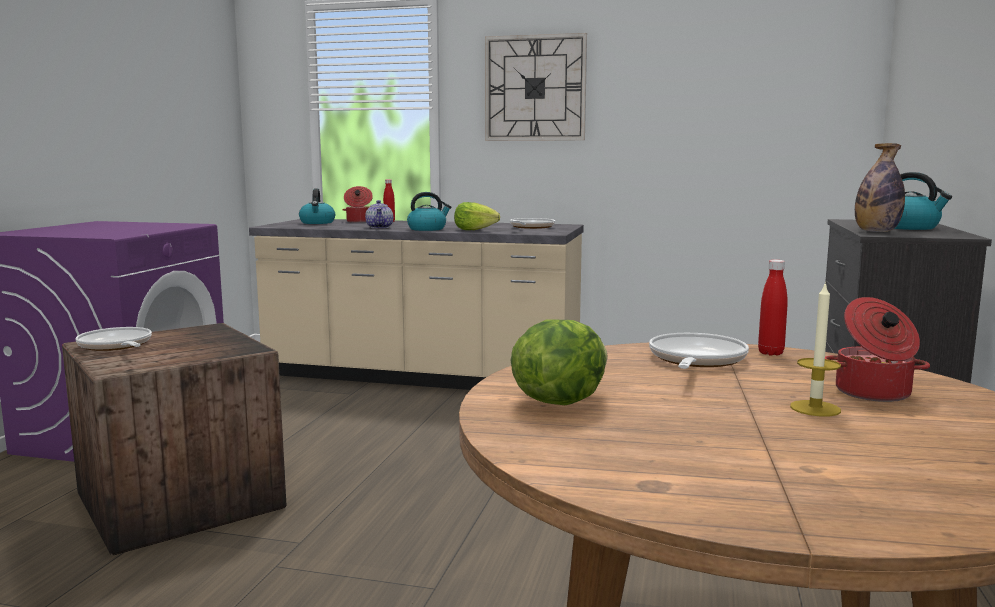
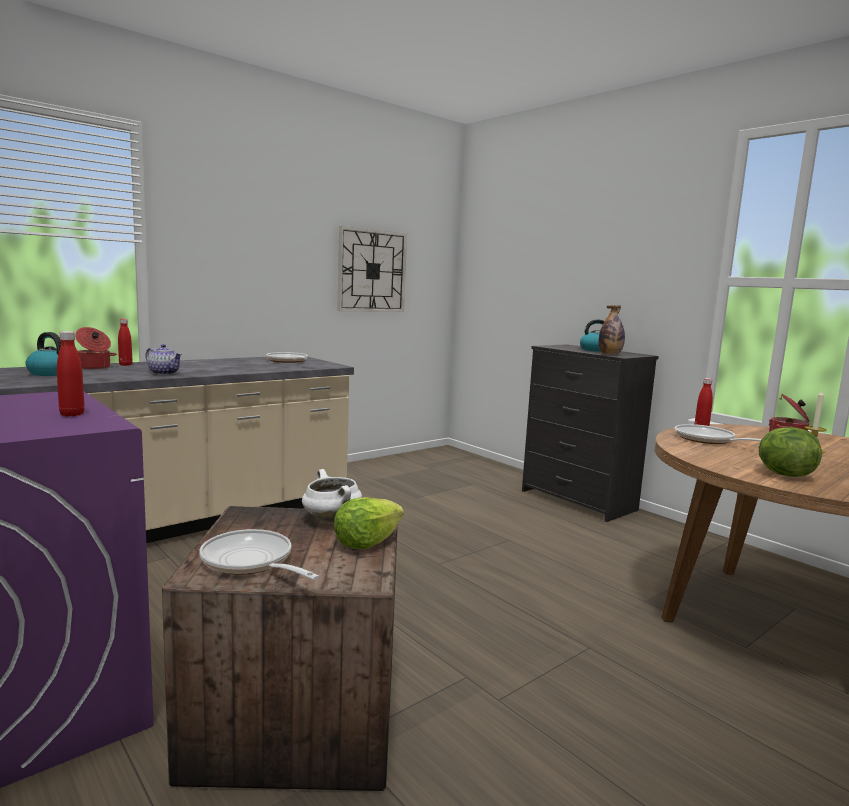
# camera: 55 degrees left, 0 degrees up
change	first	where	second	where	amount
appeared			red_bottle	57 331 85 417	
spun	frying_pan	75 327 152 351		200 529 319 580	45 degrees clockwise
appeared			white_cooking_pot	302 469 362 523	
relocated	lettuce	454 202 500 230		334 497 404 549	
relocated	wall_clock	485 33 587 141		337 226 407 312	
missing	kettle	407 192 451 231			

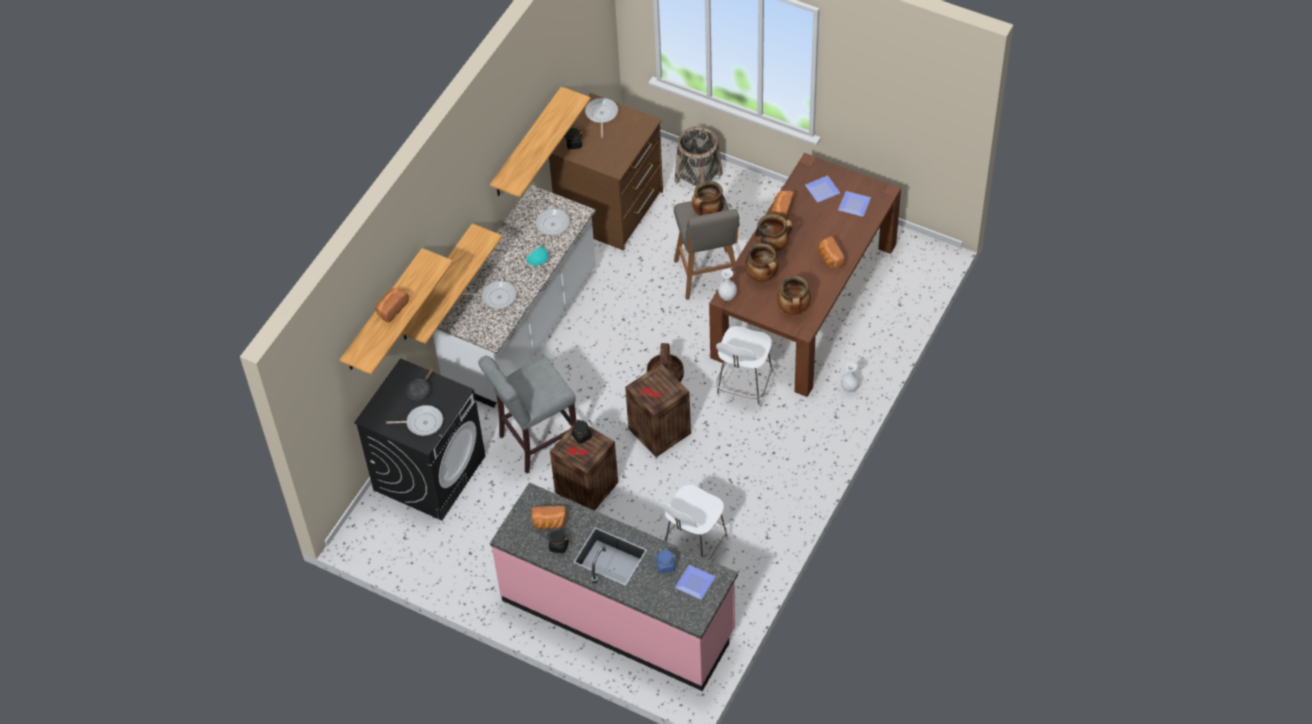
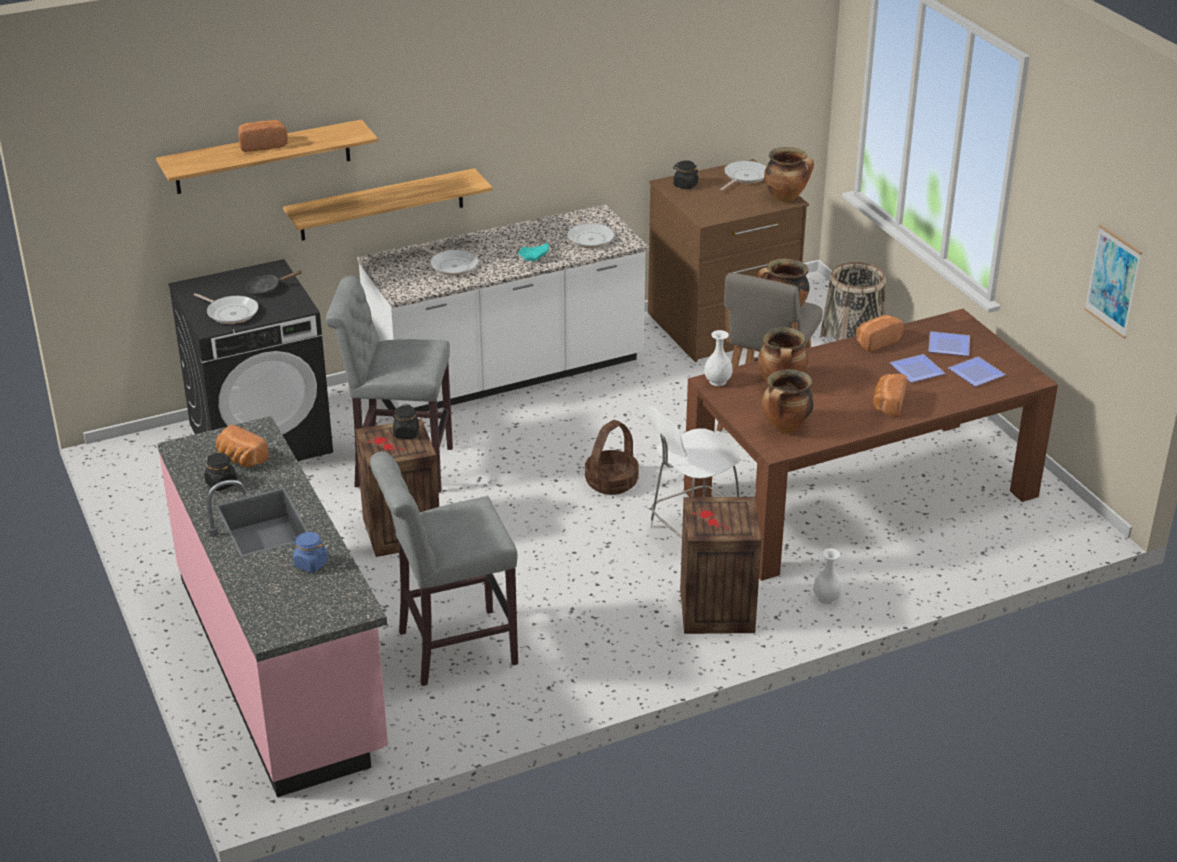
# camera: 35 degrees right, 20 degrees down
change	first	where	second	where	amount
exchanged	white_chair	659 485 728 560	grey_stool	370 451 518 686	
spun	frying_pan	536 194 570 235		568 214 614 248	60 degrees counterclockwise
relocated	crate	625 363 691 457		680 497 761 634	
relocated	cooking_pot	756 214 793 252		764 147 814 202	
relocated	plate	675 565 715 600		890 354 946 383	
appeared			picture	1084 225 1142 338	
missing	shelf	490 87 591 197			

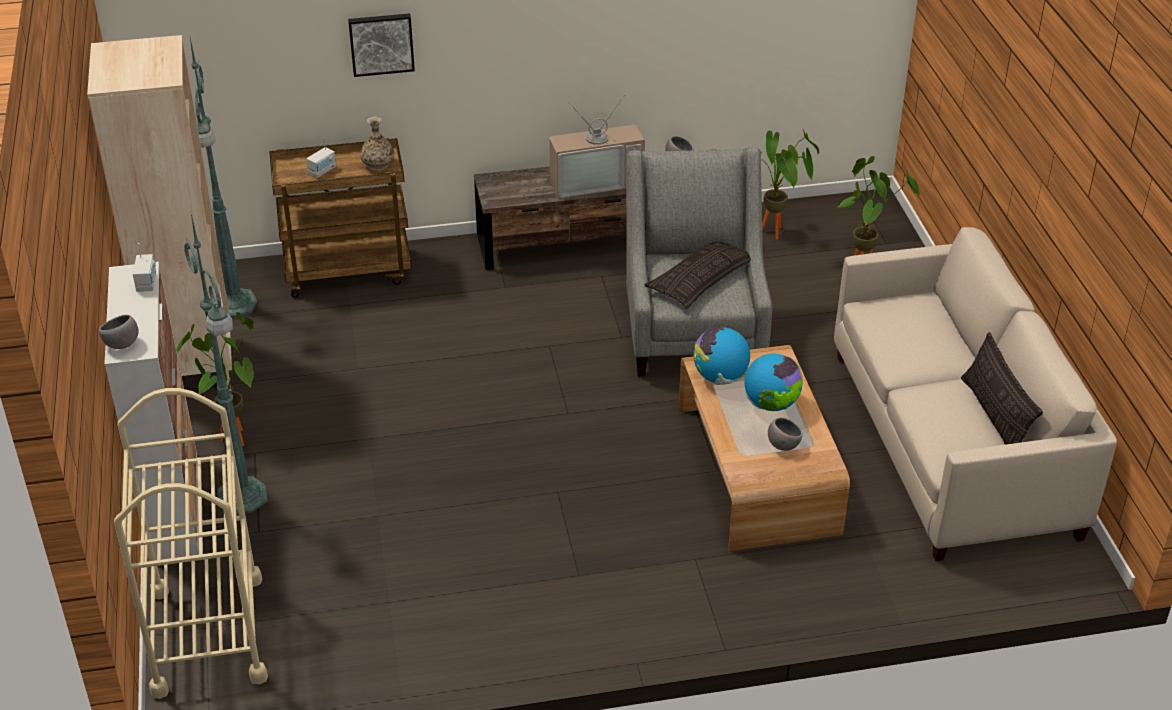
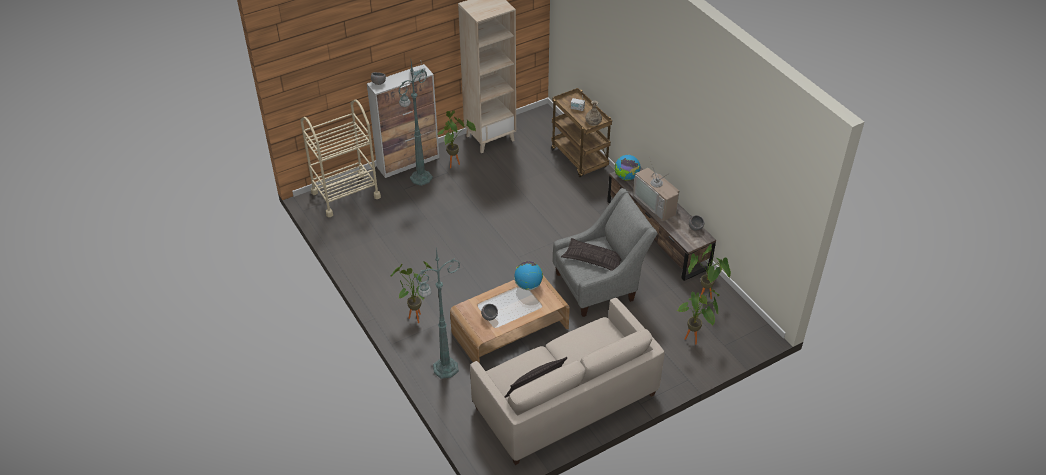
# camera: 70 degrees right, 5 degrees up
change	first	where	second	where	amount
appeared			potted_plant	391 261 432 323	
relocated	green_floor_lamp	190 38 257 318		416 247 460 379	
relocated	globe	744 354 803 411		614 155 641 181	
missing	picture	348 13 415 77			

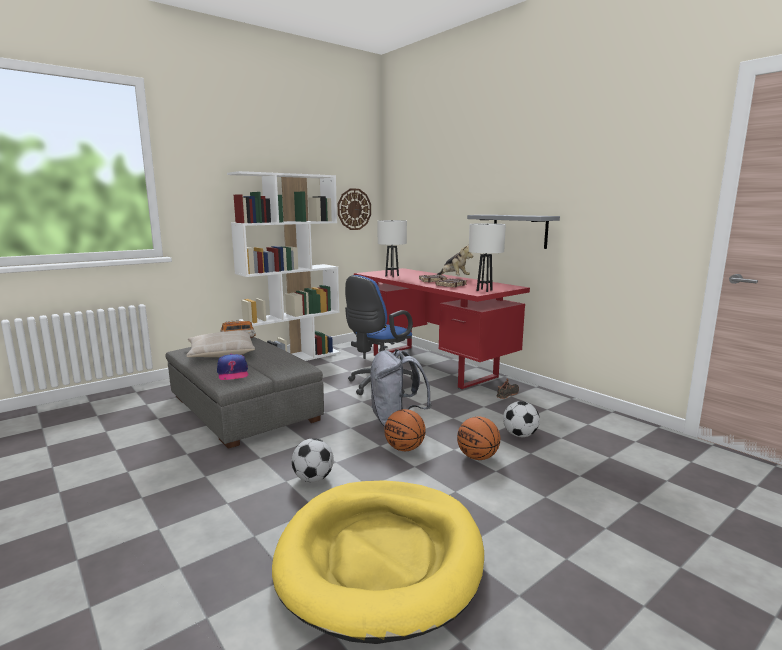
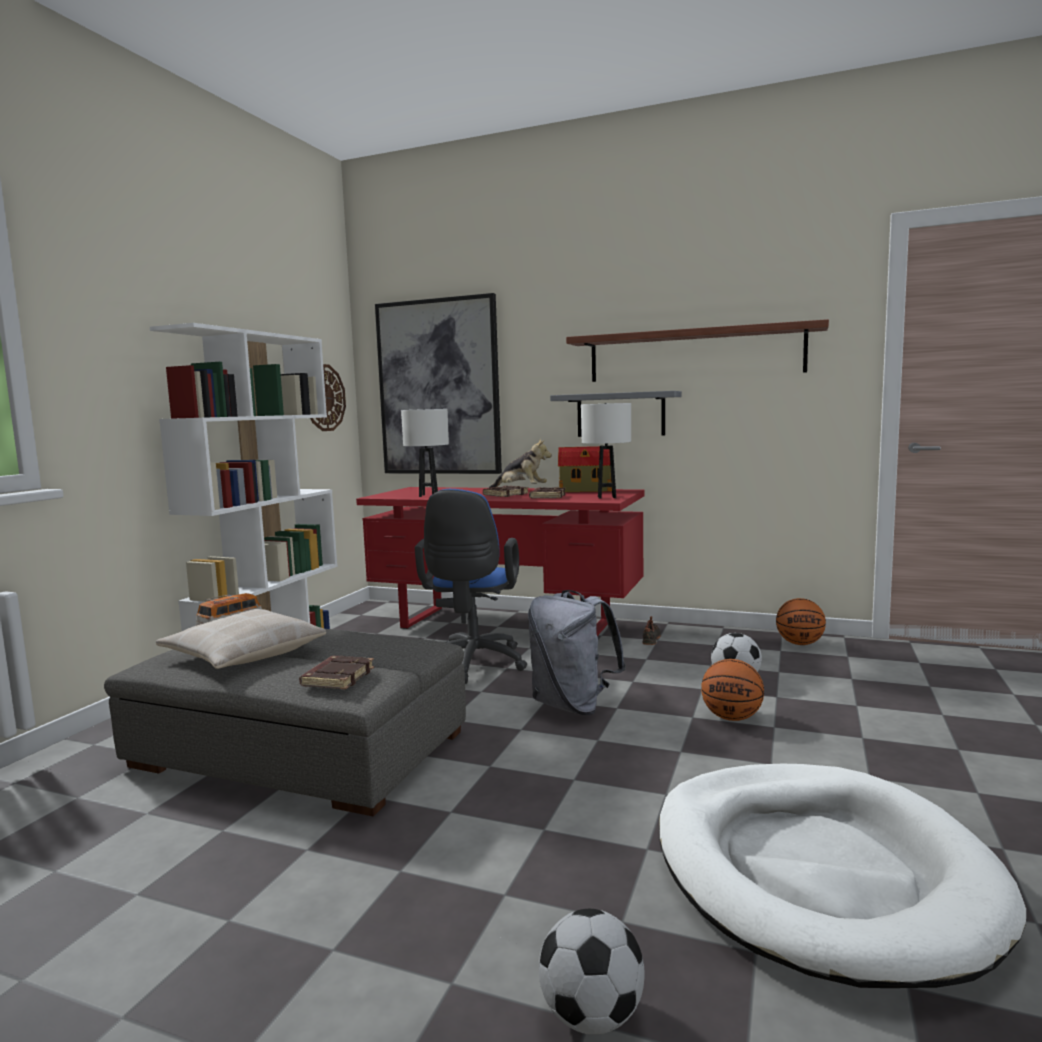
# camera: 30 degrees left, 5 degrees down
change	first	where	second	where	amount
exchanged	cap	217 353 248 380	brown_book	299 656 374 690	
appeared			picture	375 293 502 474	
relocated	football	292 438 334 482		539 909 645 1035	
appeared			toy_house	558 446 612 492	
appeared			shelf	566 319 829 382	
colour	yellow_dog_bed	272 480 484 644	white_dog_bed	659 764 1026 988	
relocated	basketball	384 409 426 451		776 598 826 645	

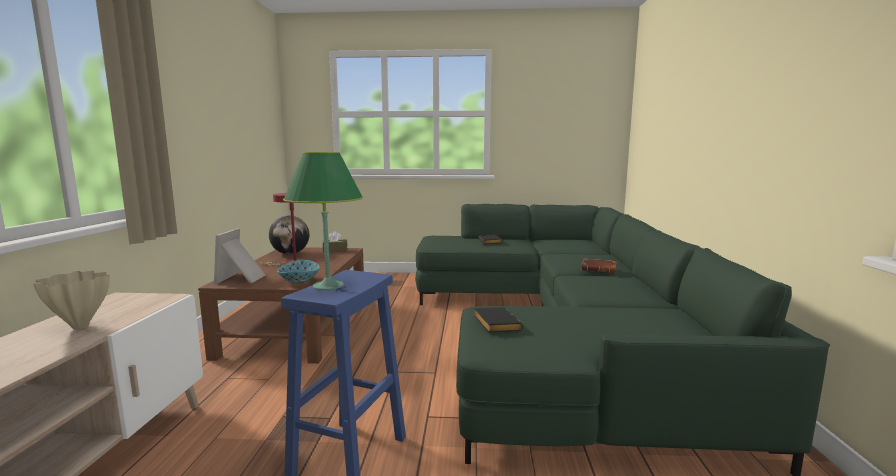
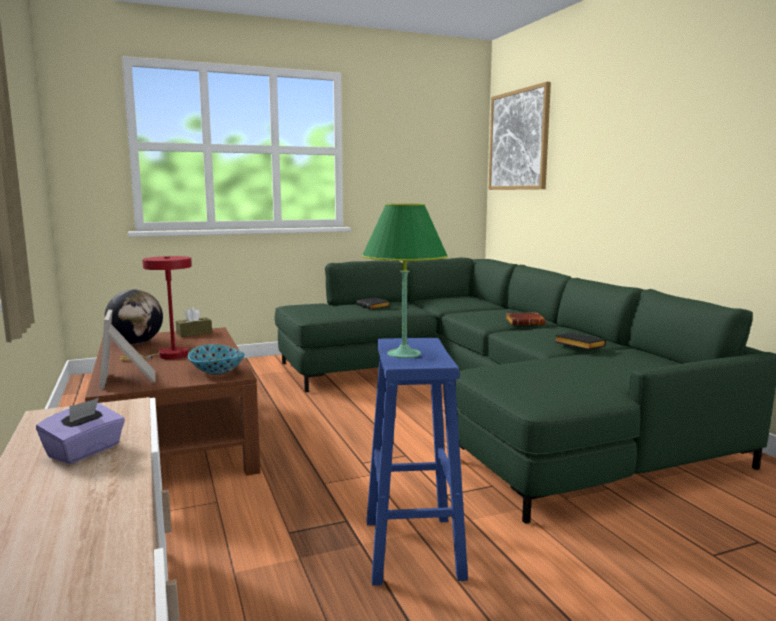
# camera: 25 degrees left, 0 degrees up
change	first	where	second	where	amount
exchanged	beige_vase	33 271 110 330	purple_tissue_box	36 398 125 464	
appeared			picture	488 82 551 190	
relocated	black_book	474 307 523 333		554 333 606 350	

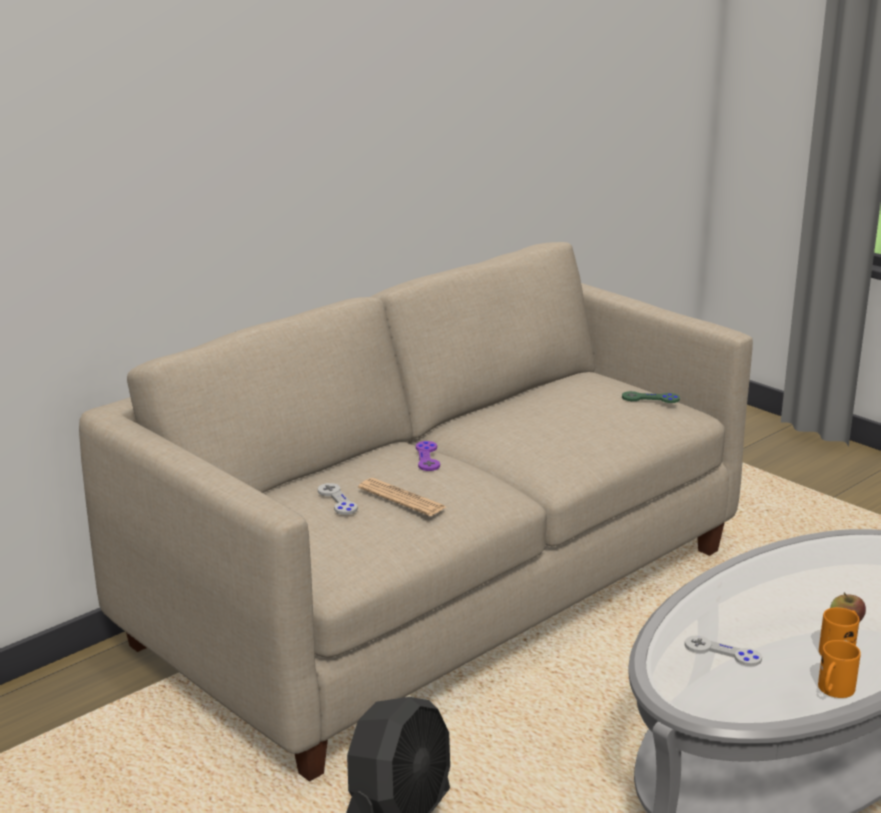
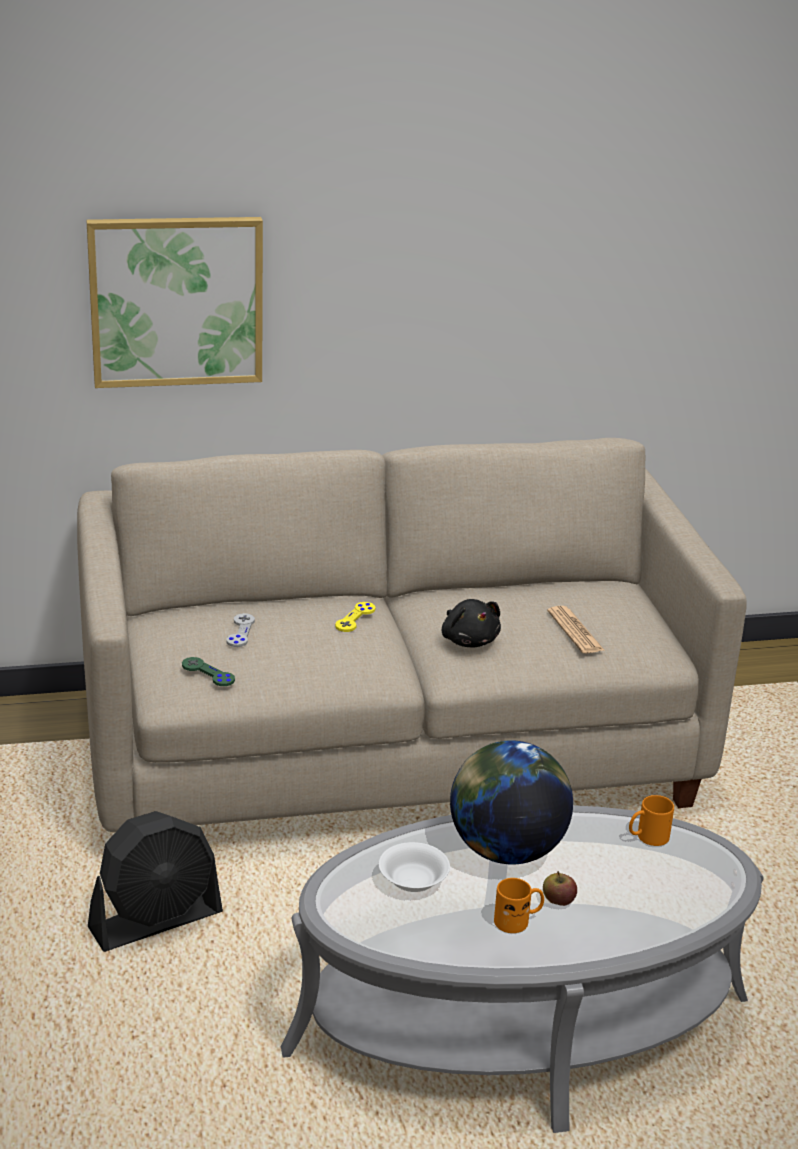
# camera: 30 degrees right, 5 degrees up
change	first	where	second	where	amount
appeared			picture	86 217 263 388	
relocated	green_game_controller	622 391 680 403		182 657 235 686	
colour	purple_game_controller	416 441 440 471	yellow_game_controller	335 602 376 632	
exchanged	grey_game_controller	685 635 762 666	white_bowl	379 842 450 892	
appeared			black_plush_toy	442 599 501 647	
appeared			globe	450 740 573 865	
relocated	newspaper	358 478 446 516		547 606 604 654	
relocated	orange_mug	818 640 861 698		629 795 674 846	

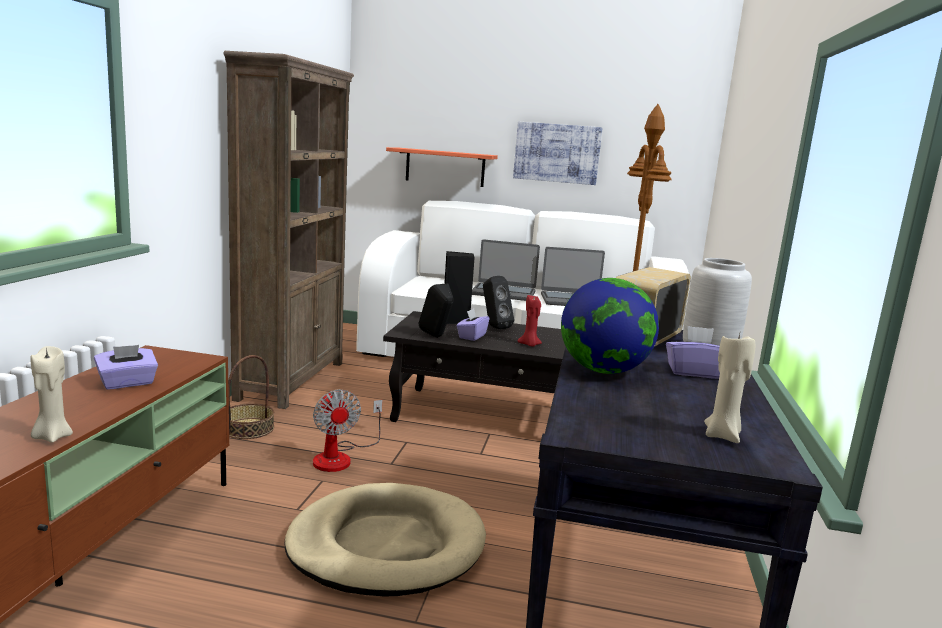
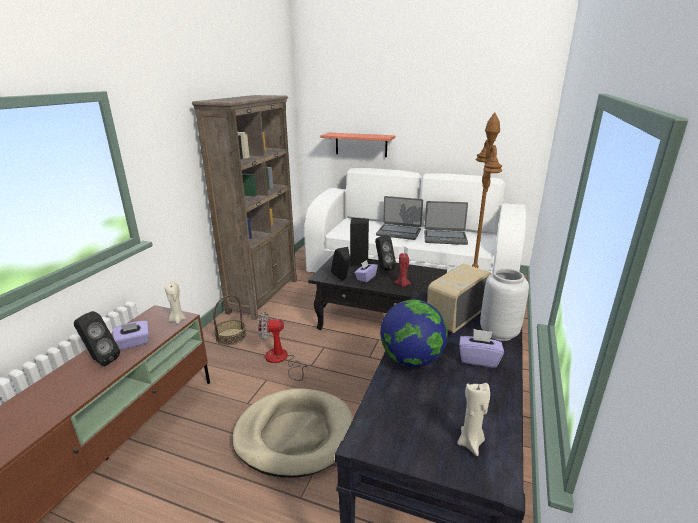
# camera: 10 degrees right, 10 degrees up
change	first	where	second	where	amount
appeared			black_speaker	74 311 120 366	
relocated	beige_candle	30 346 73 443		165 281 186 324	
spun	fan	313 389 382 472		258 312 308 381	105 degrees clockwise
missing	picture	513 122 603 185			

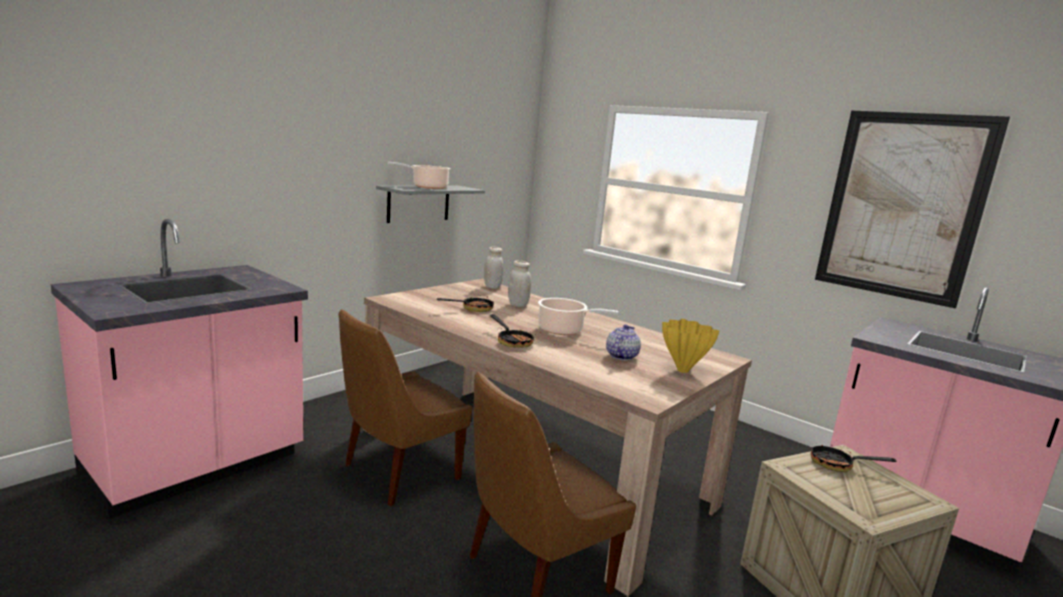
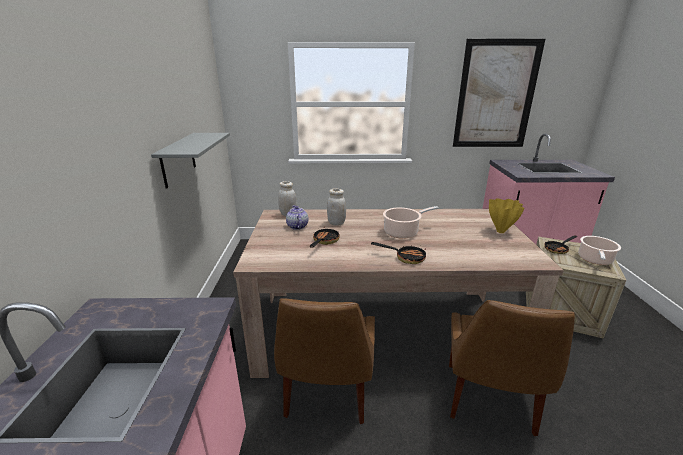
# camera: 40 degrees left, 10 degrees up
change	first	where	second	where	amount
relocated	teapot	606 325 641 360		286 205 308 230	
relocated	cooking_pot	388 162 451 189		578 236 621 265	

